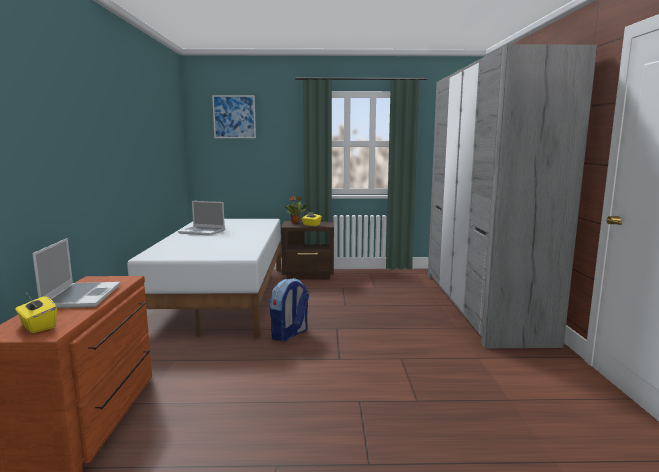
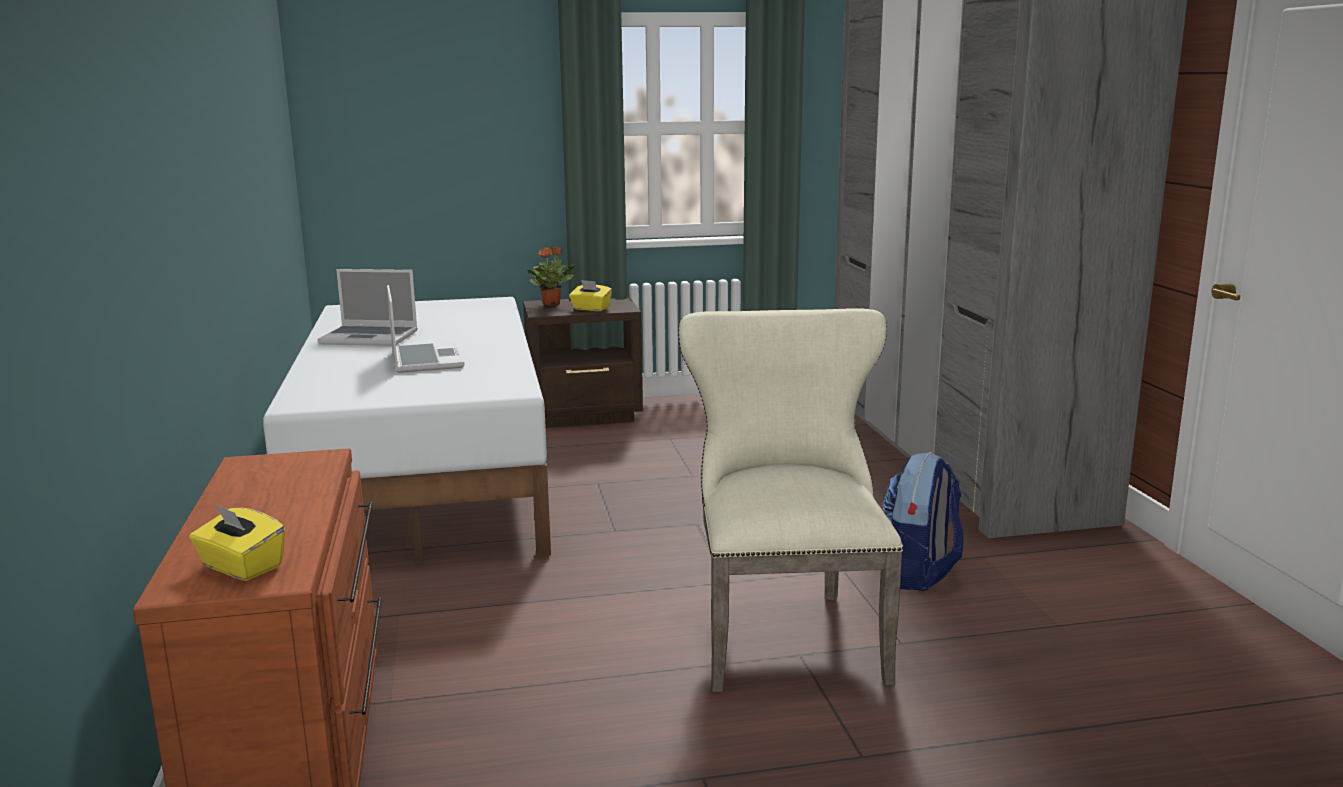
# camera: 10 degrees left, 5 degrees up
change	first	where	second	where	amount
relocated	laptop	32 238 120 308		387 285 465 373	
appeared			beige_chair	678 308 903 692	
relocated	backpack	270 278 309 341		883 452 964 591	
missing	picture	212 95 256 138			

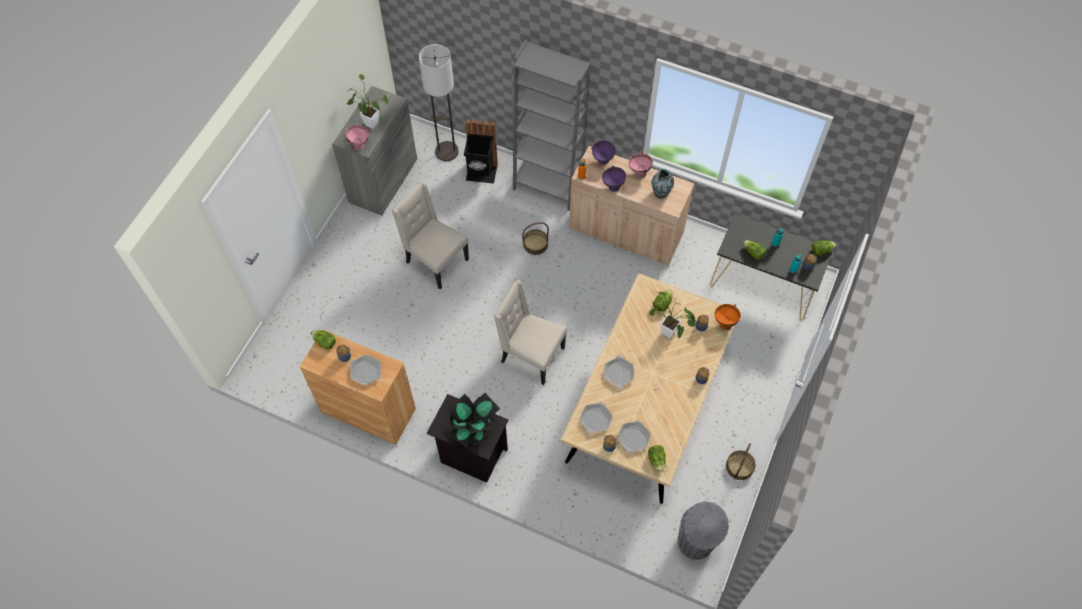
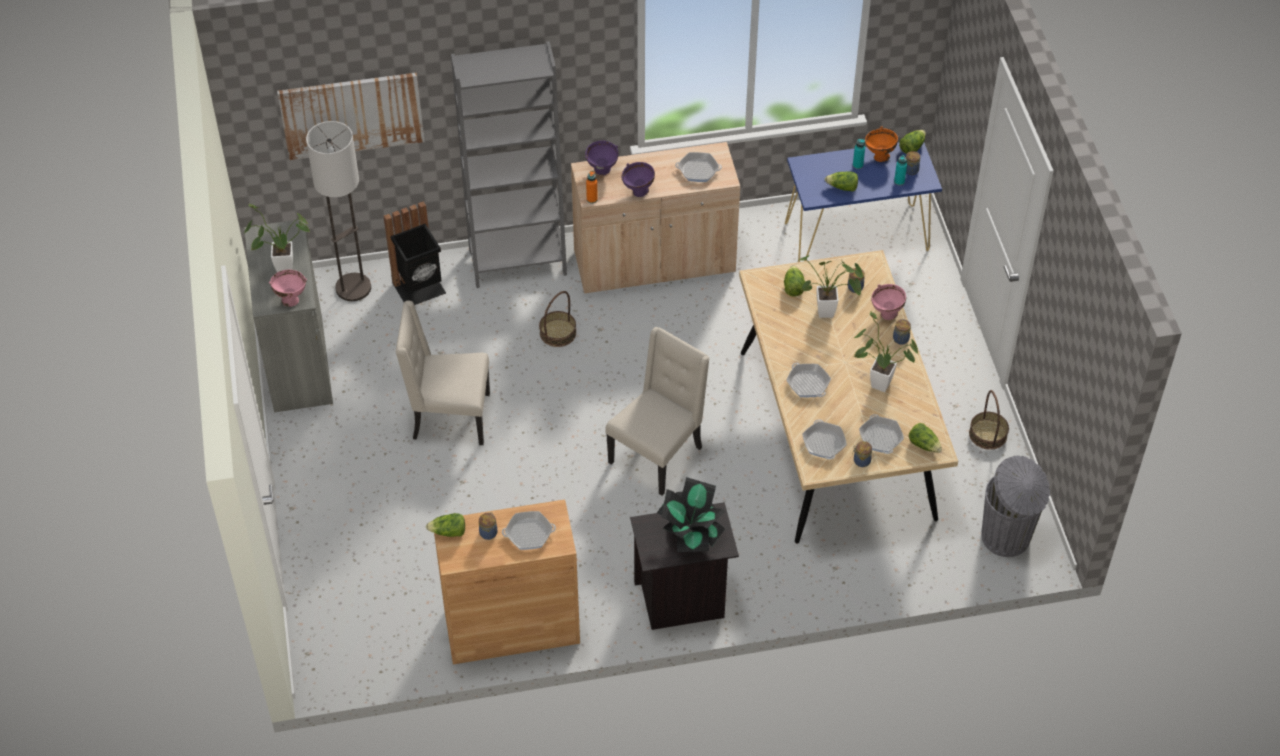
# camera: 35 degrees left, 10 degrees down
change	first	where	second	where	amount
appeared			picture	277 73 424 160	
spun	beige_chair	494 280 567 385		606 327 710 496	135 degrees clockwise
exchanged	vase	651 169 674 199	frying_pan	675 152 722 182	
colour	black_console_table	710 213 833 321	blue_console_table	785 142 942 262	
appeared			potted_plant	853 312 918 392	
relocated	orange_bowl	715 304 741 330		865 126 898 162	
relocated	pink_bowl	629 151 653 178		871 284 906 320	

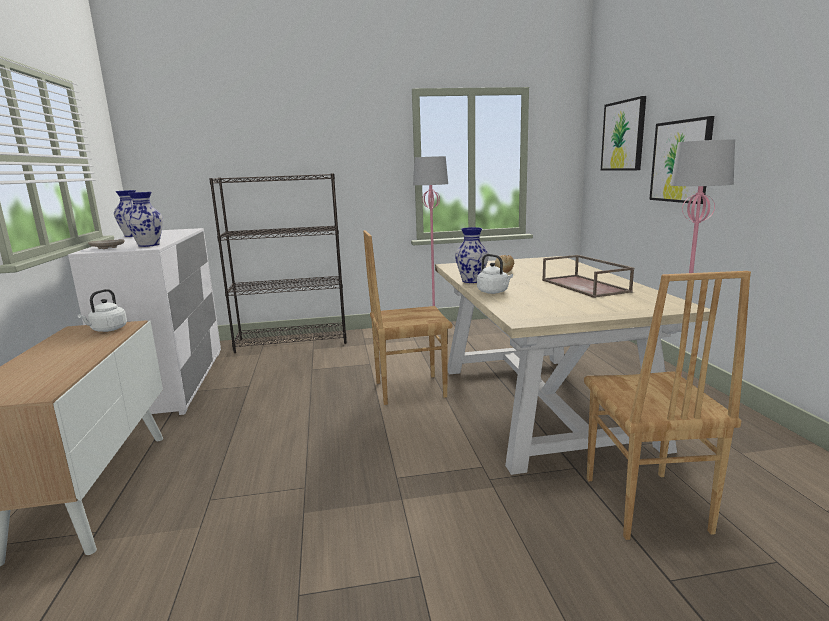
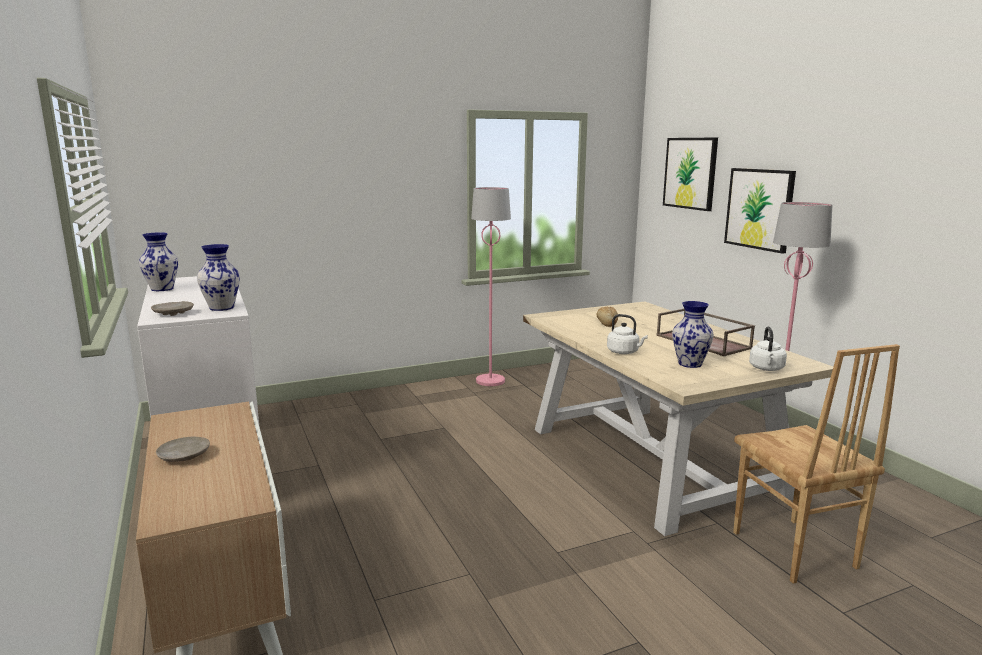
# camera: 15 degrees left, 0 degrees up
change	first	where	second	where	amount
appeared			beige_plate	156 437 210 462	
relocated	vase	455 227 489 283		672 301 714 368	
relocated	white_kettle	78 289 127 332		749 327 787 371	
missing	black_bookcase	209 173 347 353			
missing	brown_chair	363 230 452 405			

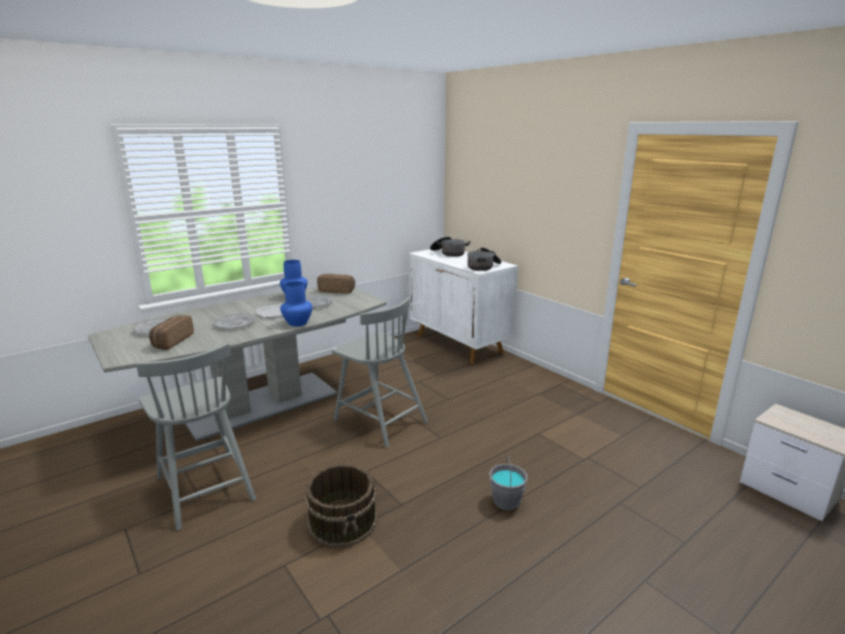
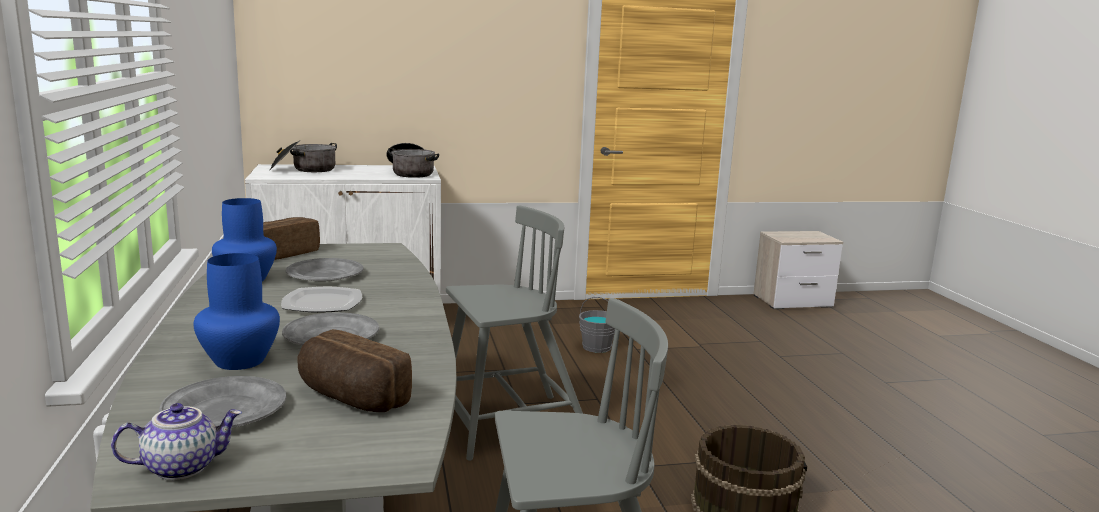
# camera: 65 degrees left, 5 degrees down
change	first	where	second	where	amount
appeared			teapot	111 403 242 480	
relocated	blue_vase	280 281 312 327		193 253 280 370	
relocated	grey_bucket	489 455 528 510		579 297 615 353	

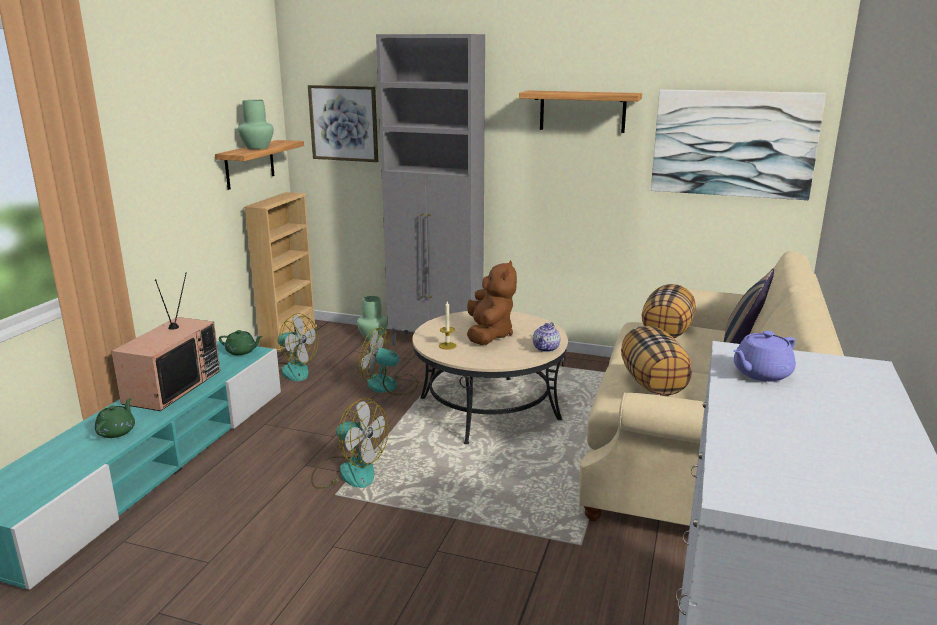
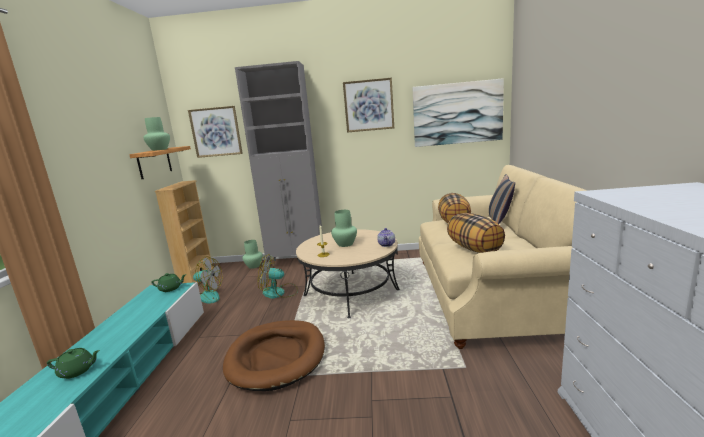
# camera: 15 degrees left, 5 degrees down
change	first	where	second	where	amount
spun	green_teapot	95 398 135 438		47 348 100 379	90 degrees clockwise
exchanged	fan	311 398 388 489	brown_dog_bed	223 320 325 391	
exchanged	brown_plush_toy	467 260 517 345	green_vase	331 210 357 247	
exchanged	shelf	519 91 642 133	picture	343 78 394 133	
missing	television	111 273 220 411			
missing	purple_teapot	733 331 796 382			

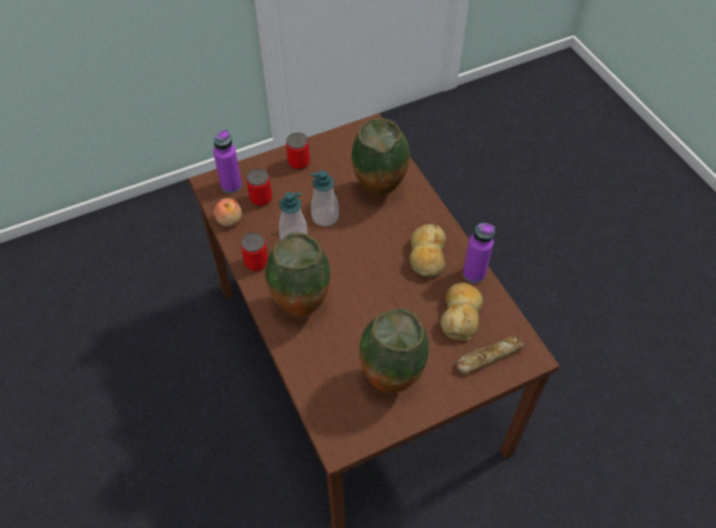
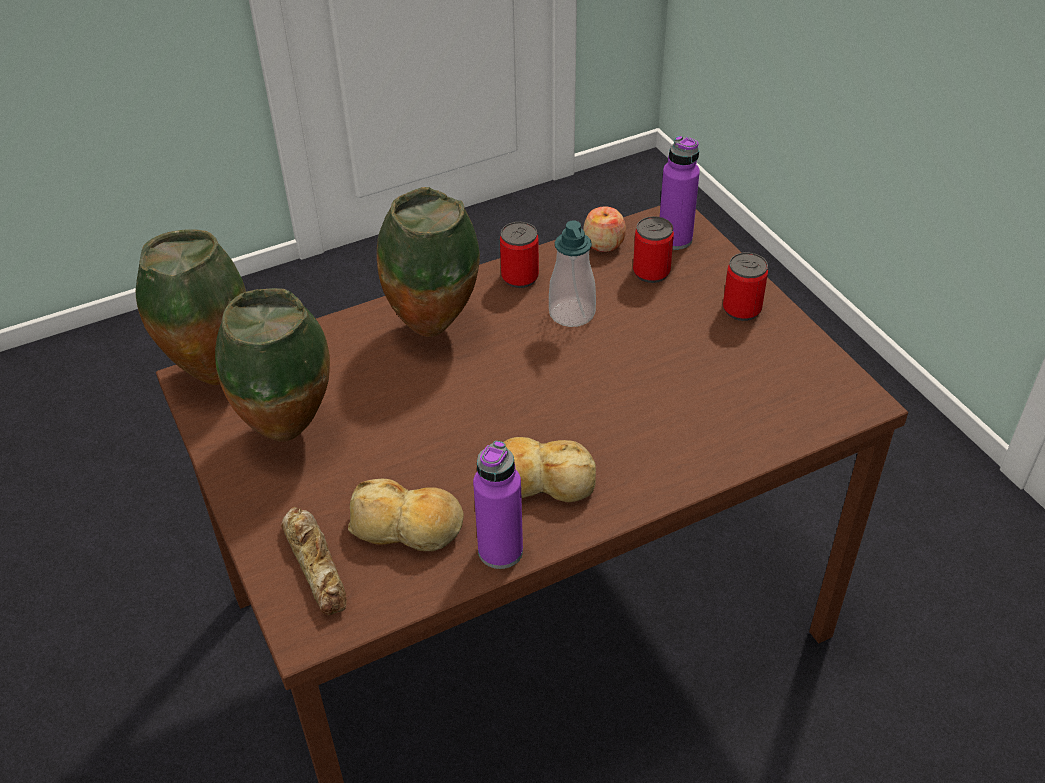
# camera: 90 degrees right, 10 degrees down
change	first	where	second	where	amount
relocated	vase	351 118 410 196		136 230 246 385	
missing	soap_dispenser	311 170 339 226			

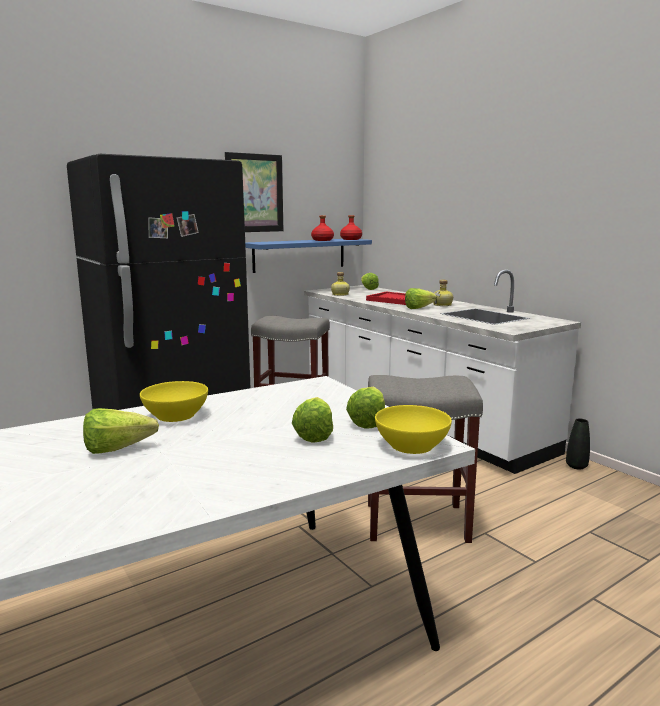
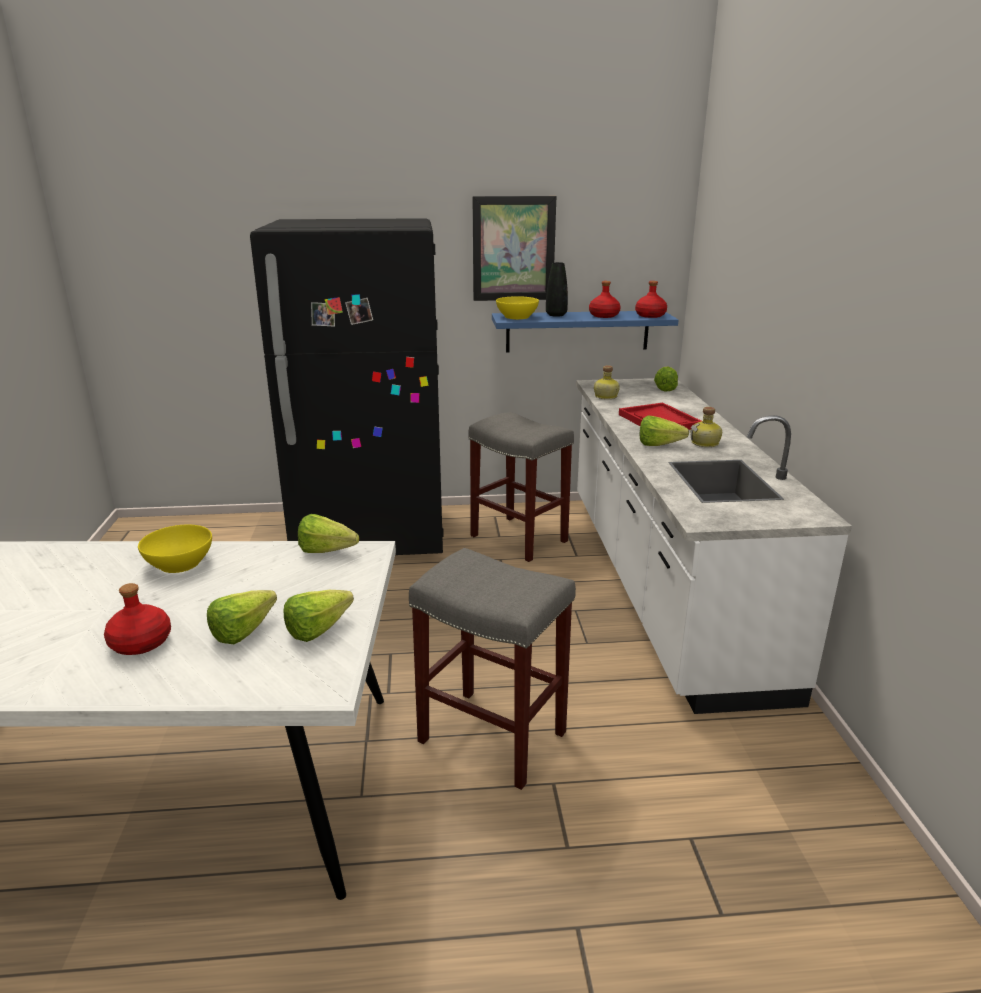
# camera: 30 degrees right, 10 degrees up
change	first	where	second	where	amount
appeared			red_bottle	104 583 171 655	
relocated	lettuce	83 408 159 454		298 514 359 553	
relocated	yellow_bowl	375 405 452 454		496 296 539 319	
relocated	black_vase	566 418 590 470		546 262 568 317	

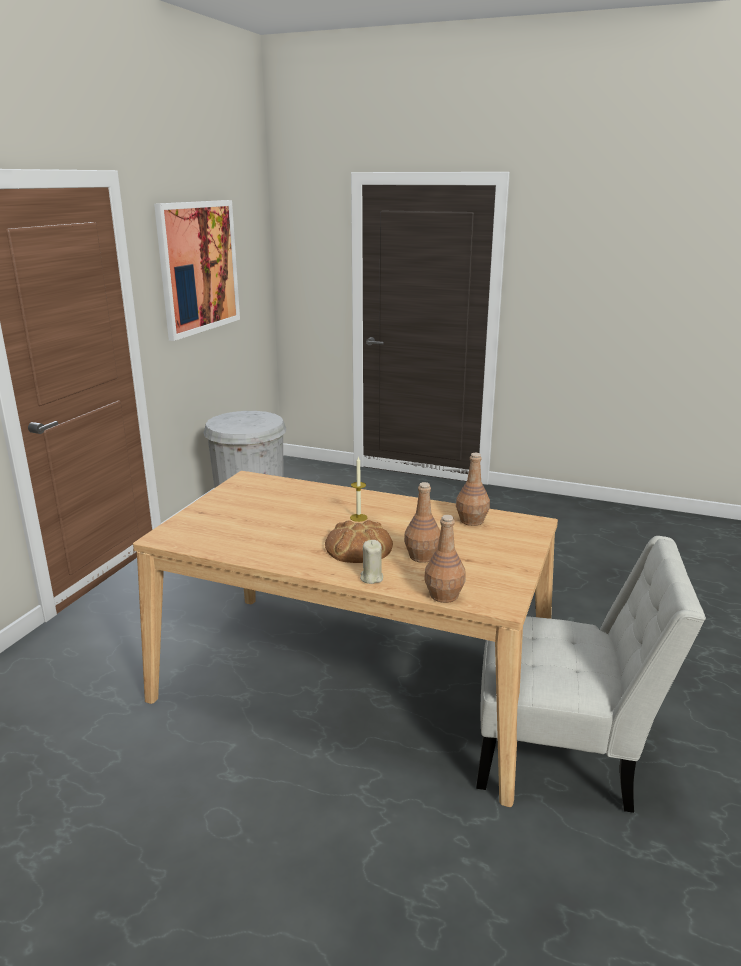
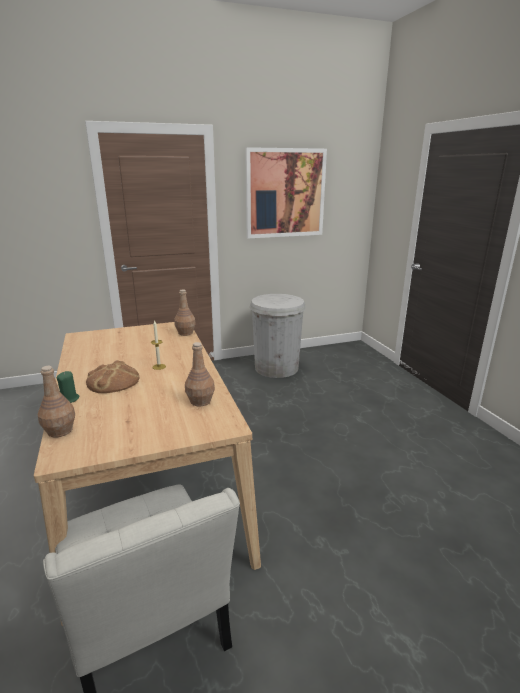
# camera: 50 degrees right, 0 degrees up
change	first	where	second	where	amount
colour	beige_candle	360 540 383 584	green_candle	57 371 79 403	
relocated	brown_bottle	404 482 440 563		174 289 196 336	

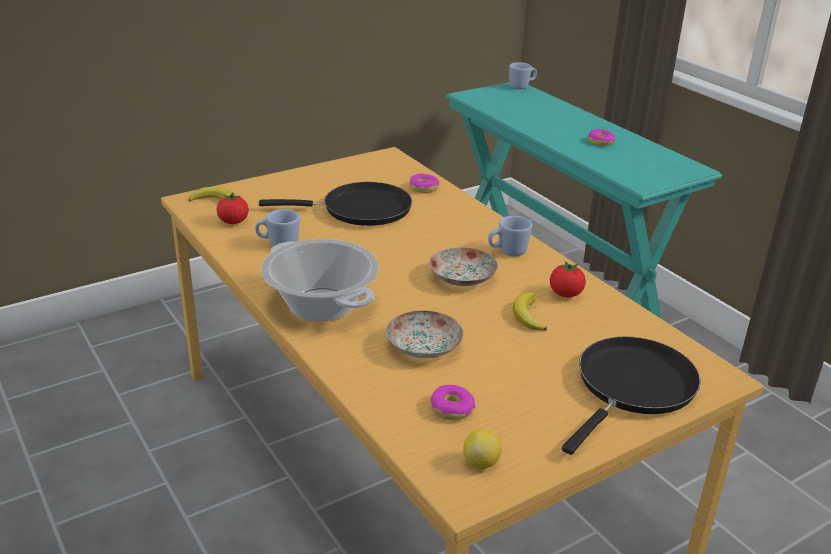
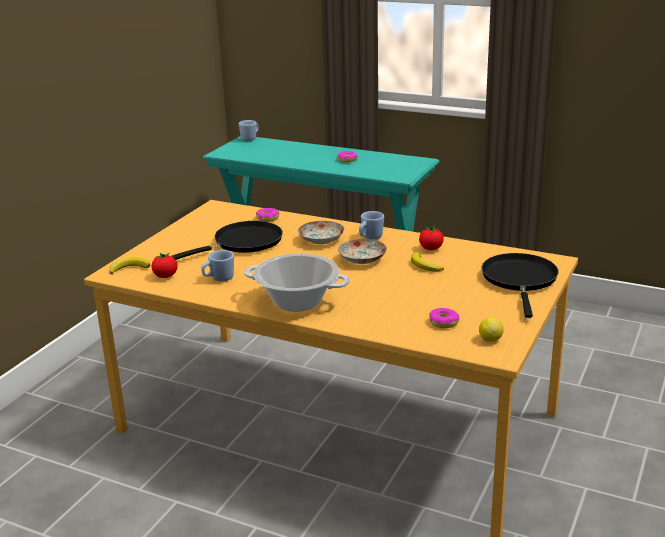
# camera: 30 degrees left, 5 degrees down
change	first	where	second	where	amount
relocated	plate	386 311 464 358		298 221 344 244	

